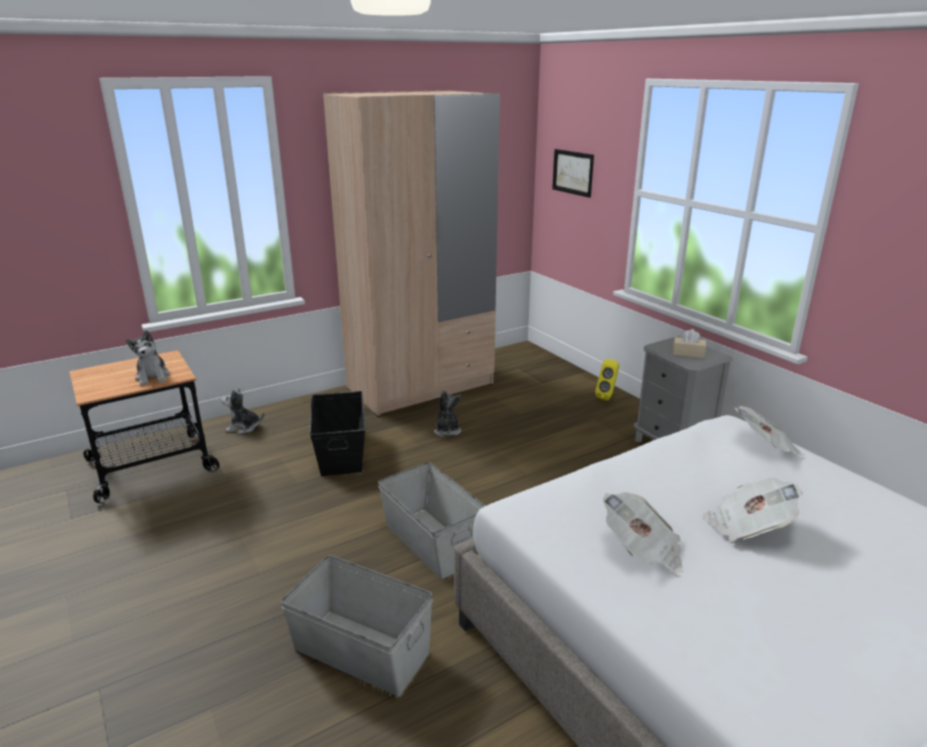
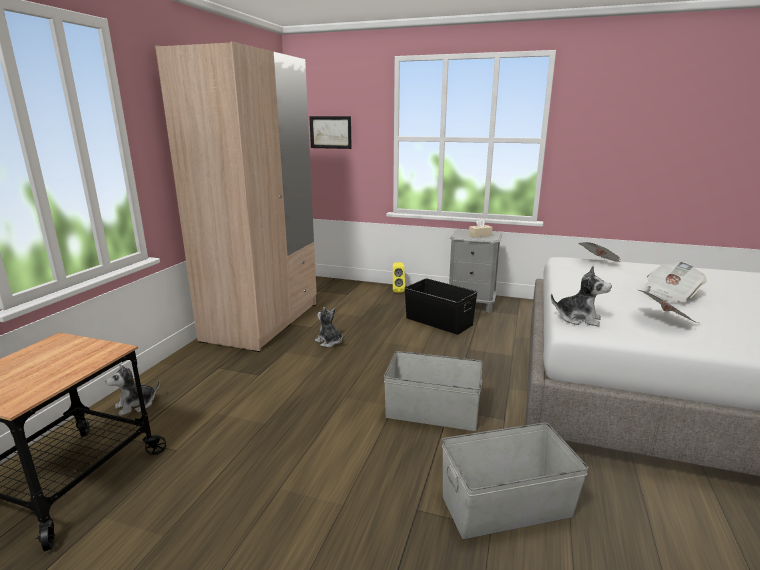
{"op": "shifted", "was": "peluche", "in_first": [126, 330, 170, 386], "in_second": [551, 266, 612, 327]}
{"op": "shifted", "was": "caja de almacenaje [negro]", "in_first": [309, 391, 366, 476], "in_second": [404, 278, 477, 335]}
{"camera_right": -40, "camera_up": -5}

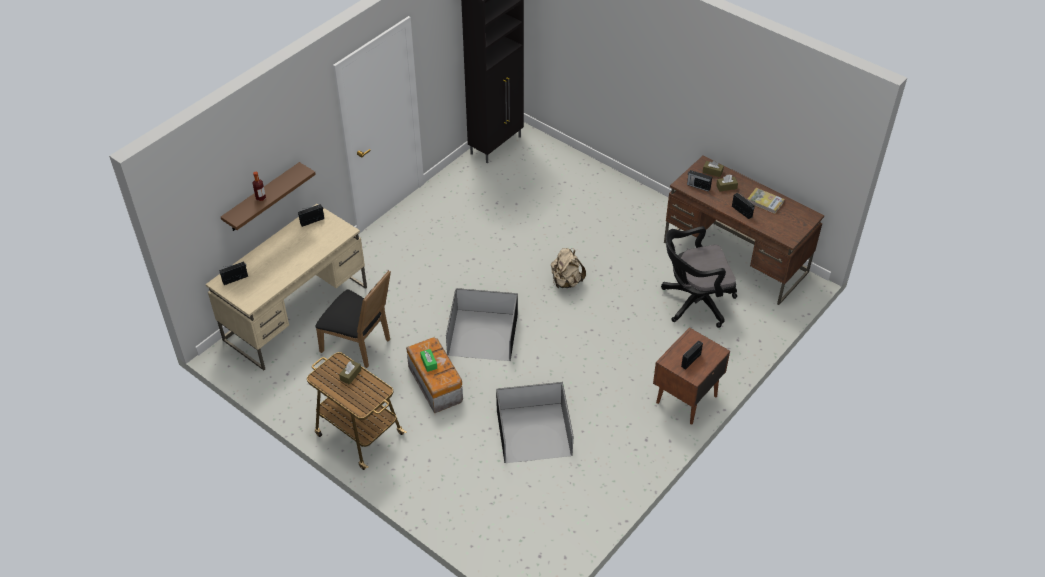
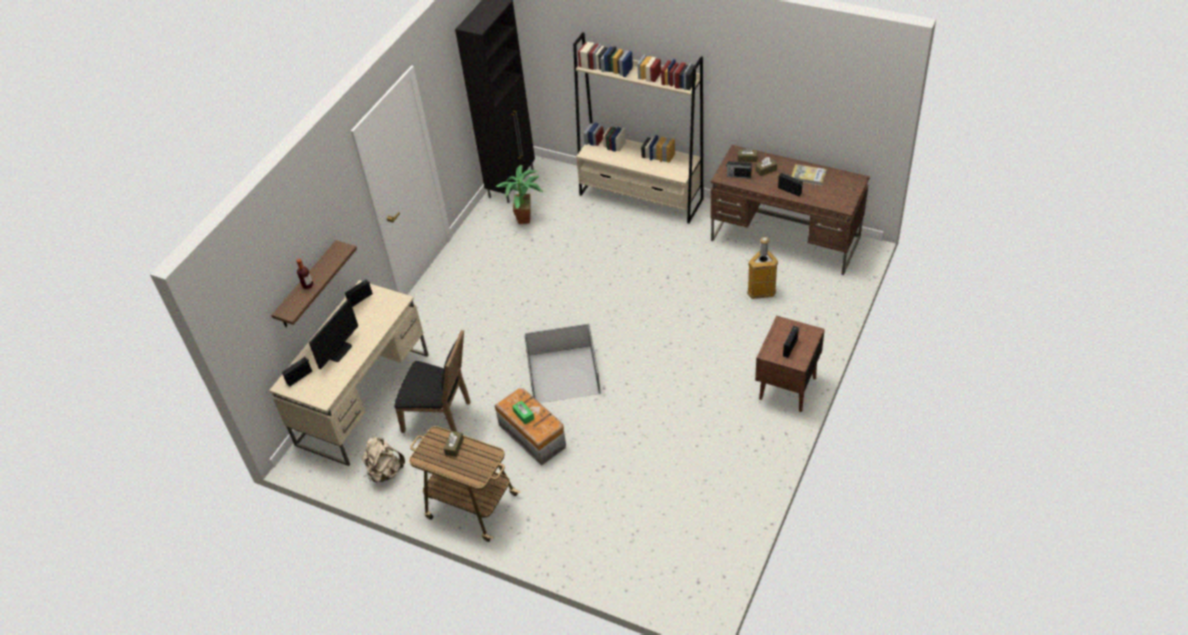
{"op": "swapped", "was": "silla de oficina [negro]", "now": "papelera", "in_first": [661, 226, 737, 328], "in_second": [747, 237, 778, 299]}
{"op": "shifted", "was": "mochila [beis]", "in_first": [551, 248, 586, 288], "in_second": [362, 437, 405, 483]}
{"op": "gone", "was": "caja de almacenaje [negro]", "in_first": [496, 382, 574, 463]}
{"op": "new", "now": "estantería [beis]", "in_second": [573, 32, 703, 224]}
{"op": "new", "now": "planta en maceta", "in_second": [496, 165, 543, 224]}
{"op": "new", "now": "monitor", "in_second": [309, 299, 358, 369]}
{"camera_right": -10, "camera_up": 0}

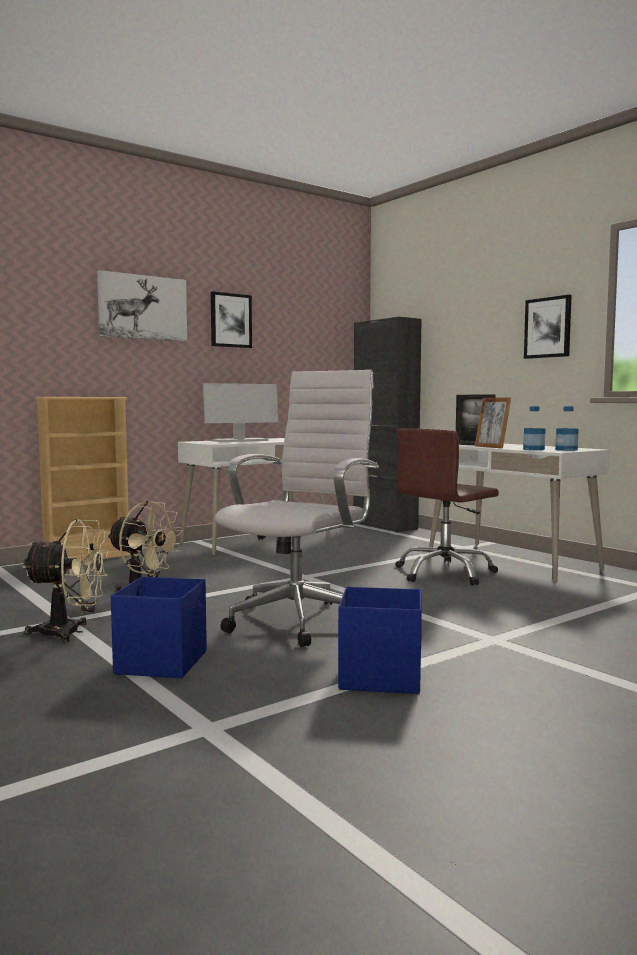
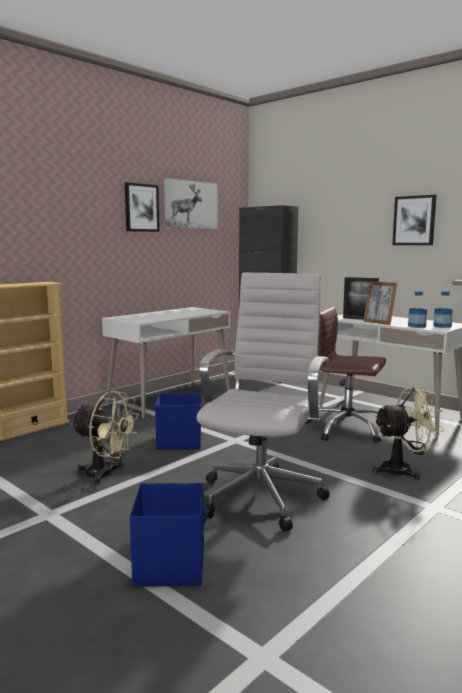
{"op": "shifted", "was": "cuadro", "in_first": [97, 270, 187, 341], "in_second": [164, 178, 218, 230]}
{"op": "gone", "was": "monitor", "in_first": [203, 383, 278, 442]}
{"op": "rotated", "was": "silla de oficina [marrón]", "in_first": [395, 428, 499, 586], "in_second": [305, 307, 386, 443], "clockwise": 75}
{"op": "shifted", "was": "ventilador [beis]", "in_first": [23, 519, 108, 643], "in_second": [372, 387, 444, 480]}
{"op": "shifted", "was": "caja de almacenaje [azul]", "in_first": [338, 587, 422, 694], "in_second": [155, 393, 201, 450]}
{"camera_right": -10, "camera_up": 5}

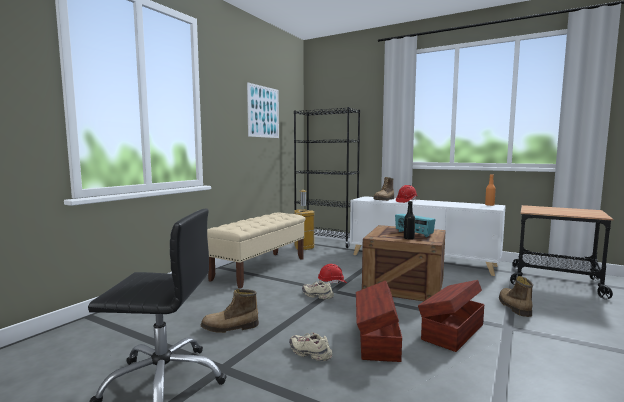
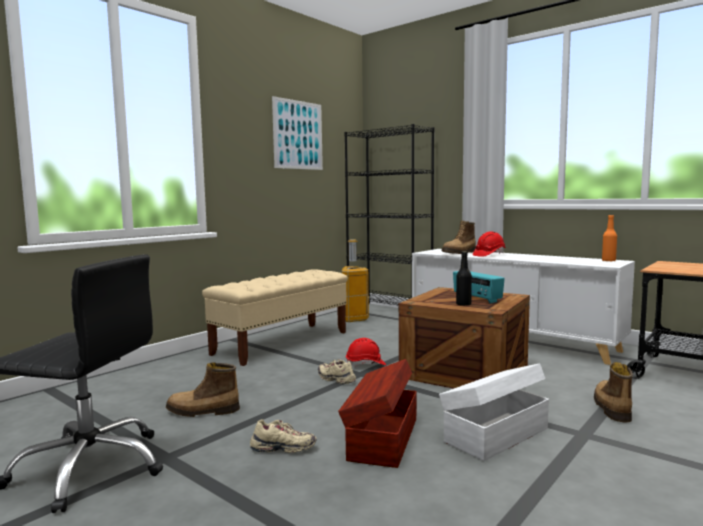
{"op": "repainted", "was": "caja de almacenaje [marrón]", "now": "caja de almacenaje [blanco]", "in_first": [418, 280, 484, 352], "in_second": [439, 363, 549, 461]}
{"op": "rotated", "was": "zapato [beis]", "in_first": [289, 332, 332, 361], "in_second": [250, 419, 317, 453], "clockwise": 135}
{"camera_right": 10, "camera_up": 0}

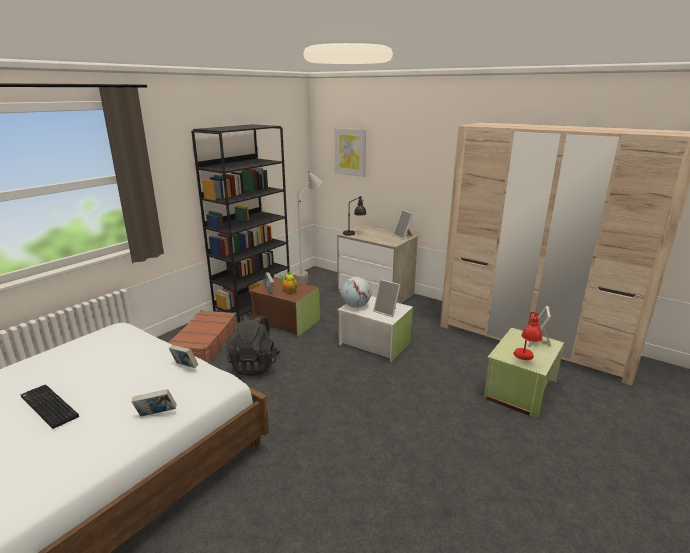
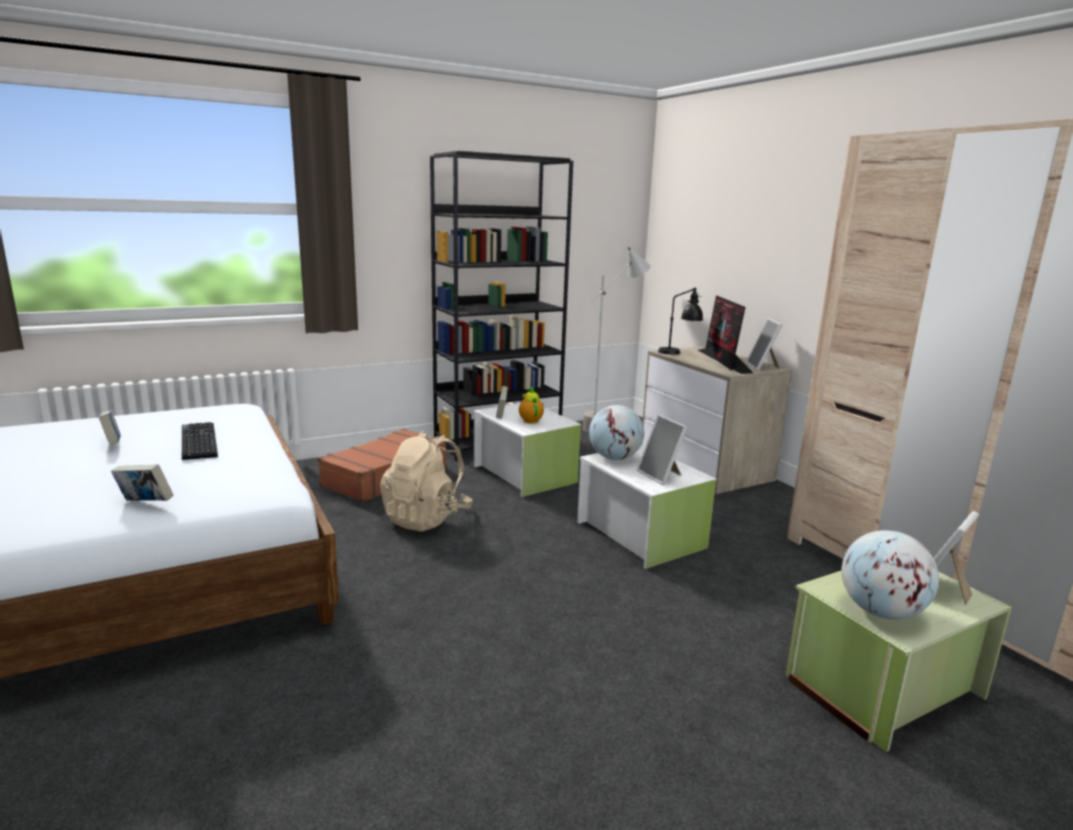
{"op": "gone", "was": "cuadro", "in_first": [335, 128, 366, 177]}
{"op": "repainted", "was": "caja de almacenaje [marrón]", "now": "caja de almacenaje [blanco]", "in_first": [250, 277, 320, 337], "in_second": [473, 403, 581, 497]}
{"op": "swapped", "was": "lámpara de mesa [rojo]", "now": "globo terráqueo", "in_first": [514, 312, 542, 360], "in_second": [842, 530, 939, 619]}
{"op": "repainted", "was": "mochila [negro]", "now": "mochila [beis]", "in_first": [227, 315, 280, 376], "in_second": [380, 431, 472, 532]}
{"op": "shifted", "was": "libro", "in_first": [169, 345, 198, 368], "in_second": [99, 410, 121, 445]}
{"op": "shifted", "was": "teclado", "in_first": [21, 385, 79, 429], "in_second": [182, 422, 218, 460]}
{"op": "new", "now": "monitor", "in_second": [698, 295, 754, 374]}
{"camera_right": 25, "camera_up": -5}

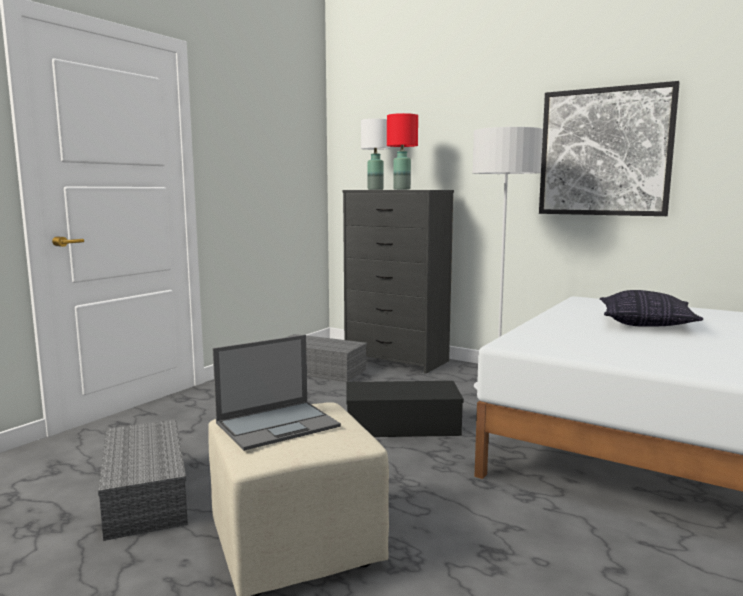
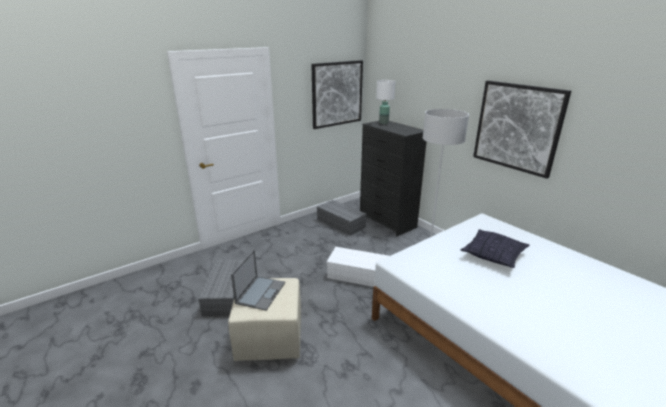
{"op": "gone", "was": "lámpara de mesa [rojo]", "in_first": [387, 113, 418, 190]}
{"op": "rotated", "was": "portátil", "in_first": [213, 335, 341, 451], "in_second": [231, 250, 285, 311], "clockwise": -60}
{"op": "repainted", "was": "caja de almacenaje [negro]", "now": "caja de almacenaje [blanco]", "in_first": [346, 381, 464, 437], "in_second": [327, 247, 389, 287]}
{"op": "new", "now": "cuadro", "in_second": [311, 60, 363, 129]}
{"camera_right": 20, "camera_up": 15}

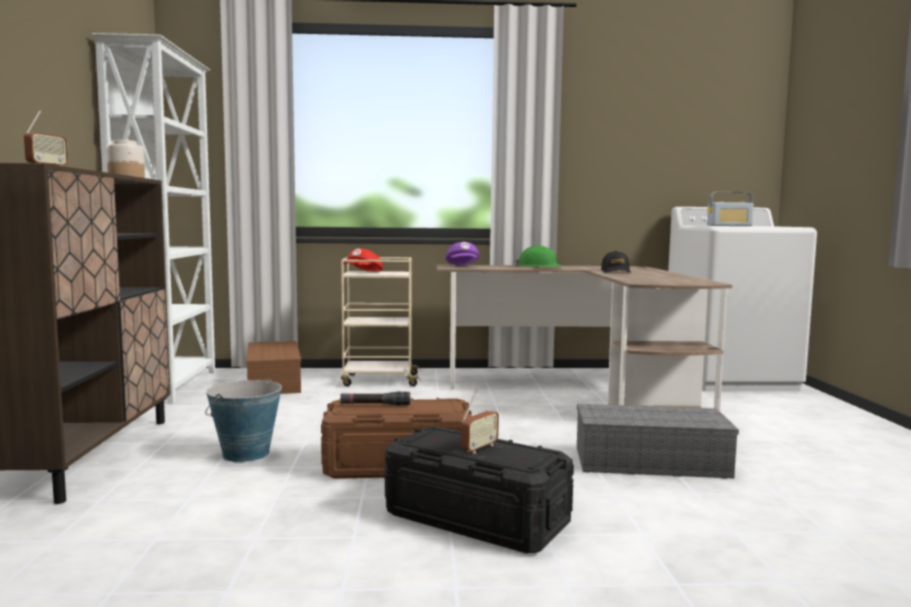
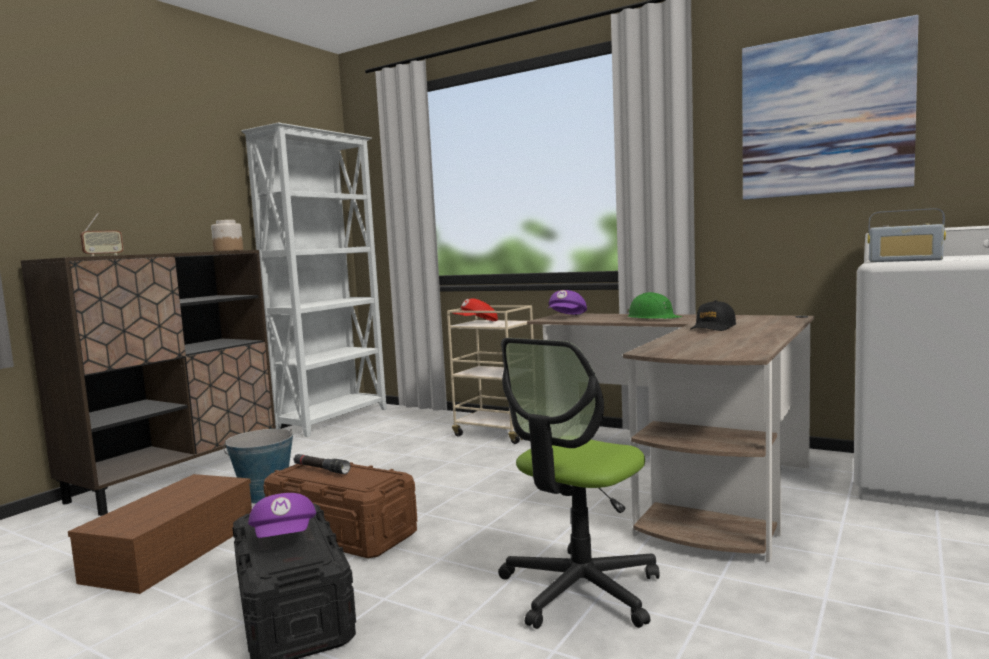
{"op": "shifted", "was": "caja de almacenaje [marrón]", "in_first": [246, 341, 301, 394], "in_second": [68, 474, 252, 594]}
{"op": "swapped", "was": "radio", "now": "gorra [morado]", "in_first": [461, 389, 499, 454], "in_second": [248, 493, 316, 538]}
{"op": "swapped", "was": "caja de almacenaje [gris]", "now": "silla de oficina", "in_first": [577, 404, 739, 478], "in_second": [498, 338, 660, 629]}
{"op": "new", "now": "cuadro", "in_second": [742, 15, 919, 200]}
{"camera_right": 35, "camera_up": 0}

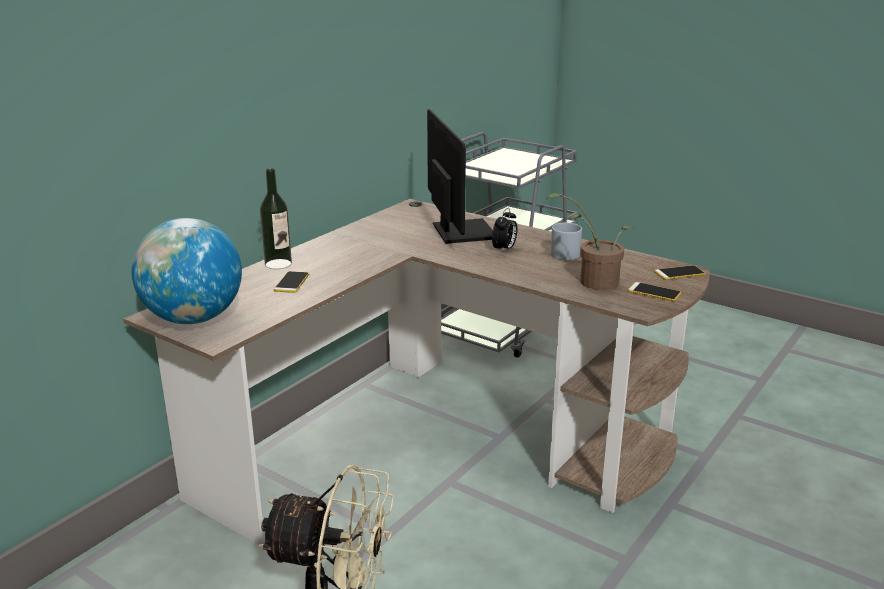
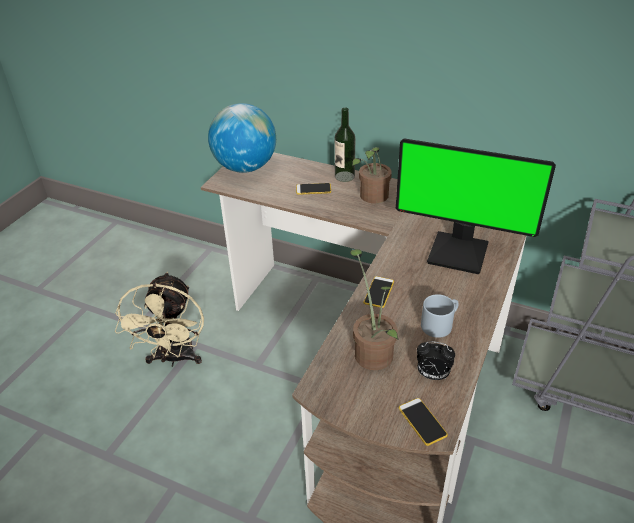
{"op": "rotated", "was": "monitor", "in_first": [427, 109, 493, 244], "in_second": [396, 138, 556, 274], "clockwise": 45}
{"op": "shifted", "was": "despertador", "in_first": [492, 208, 517, 252], "in_second": [417, 341, 455, 380]}
{"op": "shifted", "was": "móvil", "in_first": [628, 282, 681, 301], "in_second": [363, 276, 394, 308]}
{"op": "new", "now": "planta en maceta", "in_second": [352, 147, 392, 204]}
{"camera_right": 80, "camera_up": 15}

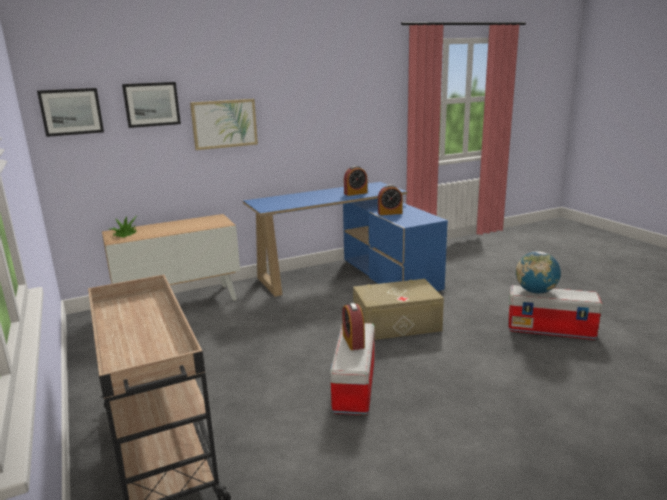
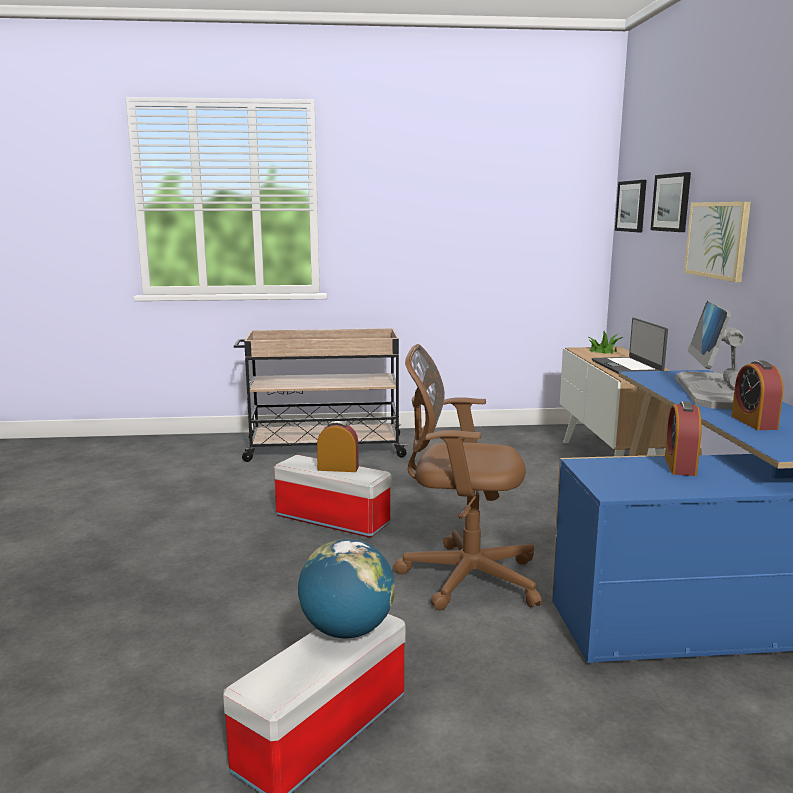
{"op": "swapped", "was": "caja de almacenaje [beis]", "now": "silla de oficina [marrón]", "in_first": [353, 279, 444, 340], "in_second": [394, 344, 542, 610]}
{"op": "new", "now": "monitor", "in_second": [675, 301, 744, 409]}
{"op": "new", "now": "portátil", "in_second": [592, 318, 668, 374]}
{"camera_right": 110, "camera_up": -5}

